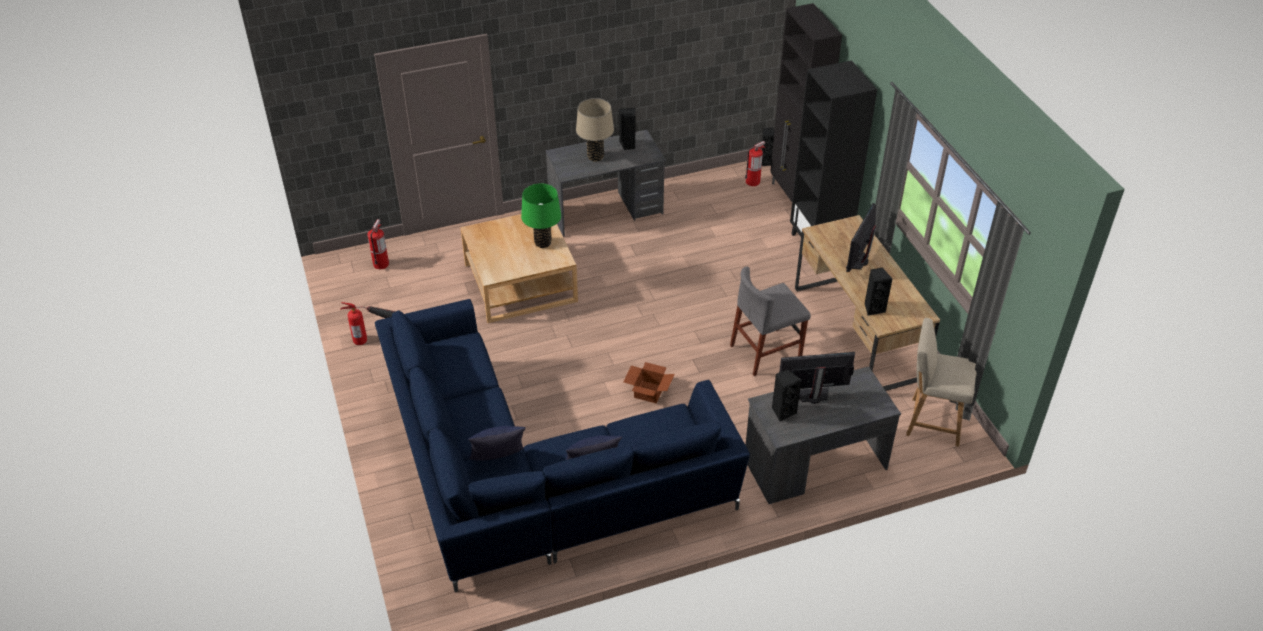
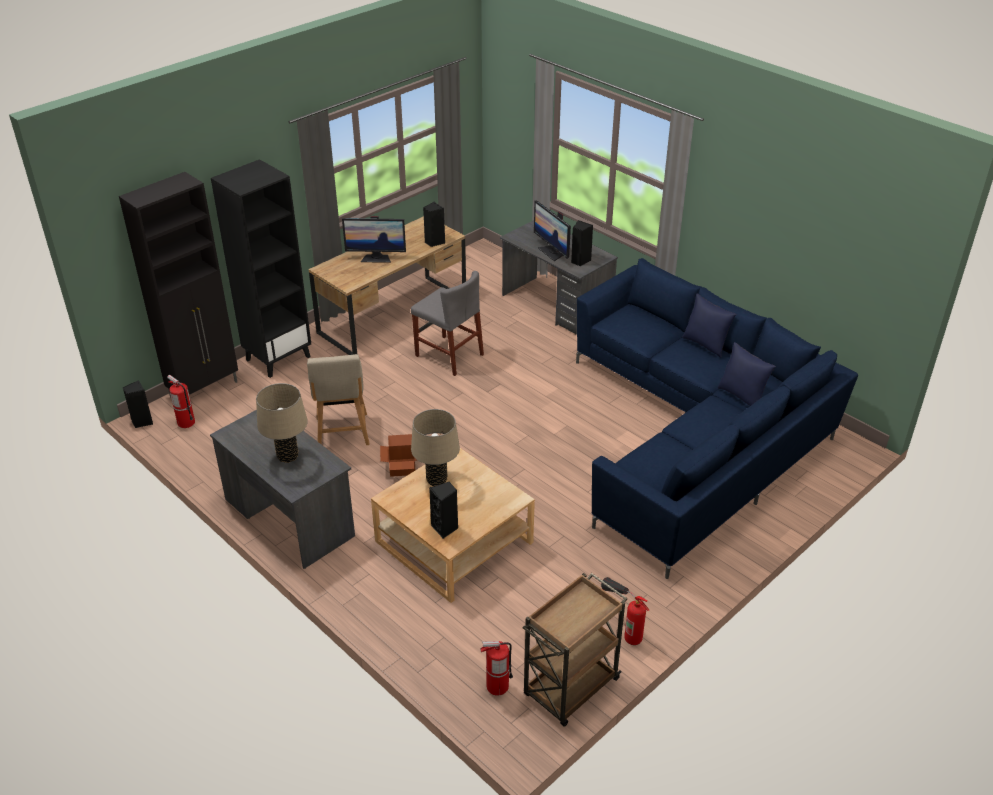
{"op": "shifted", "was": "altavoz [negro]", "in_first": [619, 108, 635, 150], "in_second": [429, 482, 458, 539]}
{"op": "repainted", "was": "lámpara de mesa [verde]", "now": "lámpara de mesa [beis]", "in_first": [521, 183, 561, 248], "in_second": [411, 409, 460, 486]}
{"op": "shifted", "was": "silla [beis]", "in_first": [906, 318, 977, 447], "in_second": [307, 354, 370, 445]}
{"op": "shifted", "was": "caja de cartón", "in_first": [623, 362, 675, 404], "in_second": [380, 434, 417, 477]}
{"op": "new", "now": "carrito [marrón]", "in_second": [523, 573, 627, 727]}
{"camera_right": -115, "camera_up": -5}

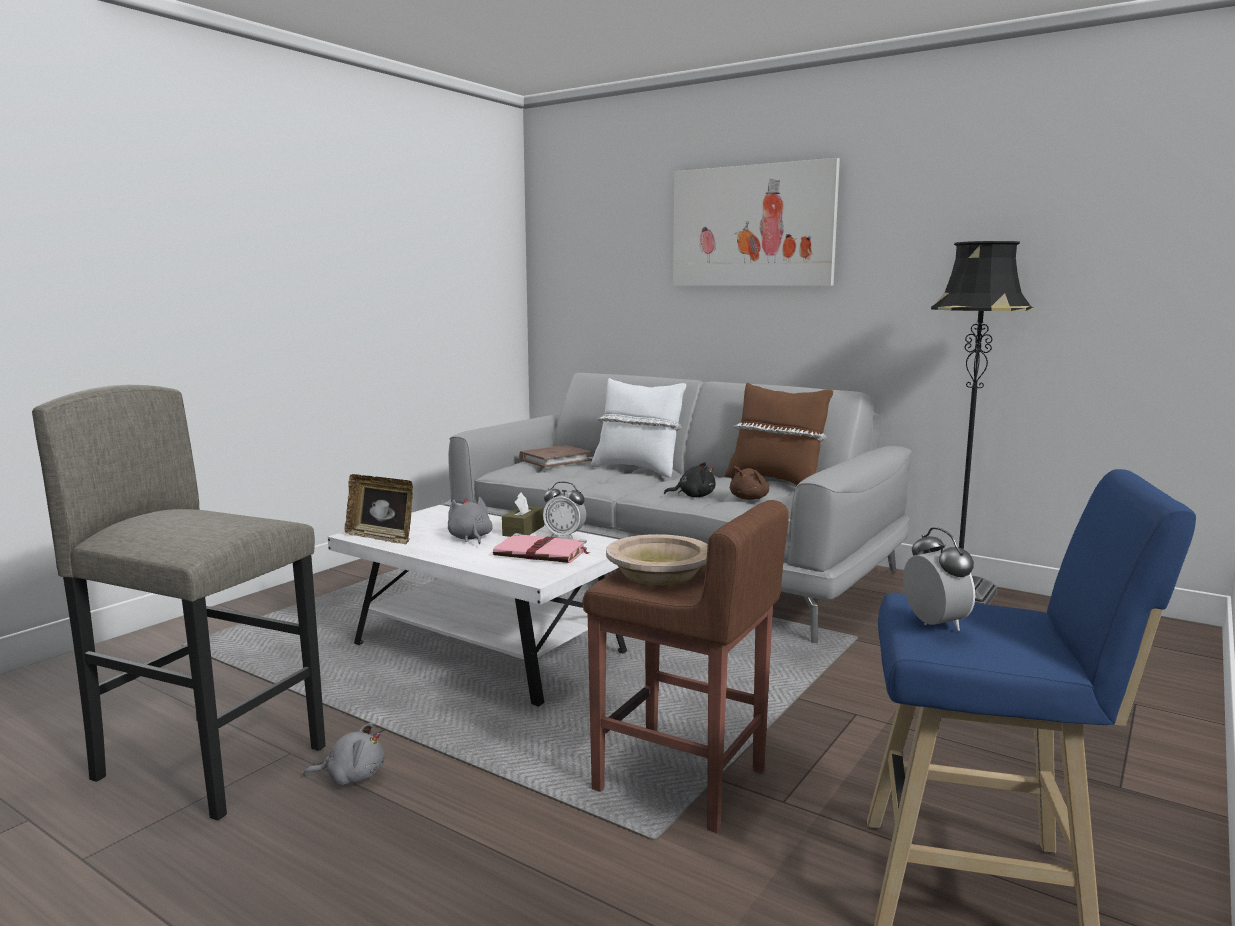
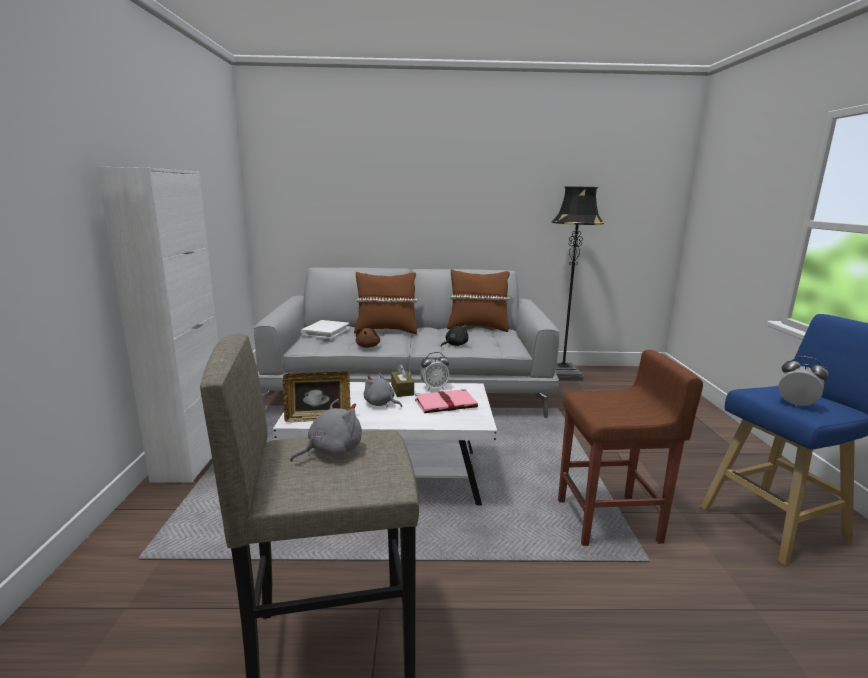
{"op": "gone", "was": "cuadro", "in_first": [673, 158, 840, 286]}
{"op": "repainted", "was": "cojín [blanco]", "now": "cojín [marrón]", "in_first": [591, 378, 686, 478], "in_second": [354, 272, 417, 334]}
{"op": "repainted", "was": "libro [marrón]", "now": "libro [blanco]", "in_first": [519, 445, 592, 468], "in_second": [301, 320, 350, 339]}
{"op": "shifted", "was": "peluche [marrón]", "in_first": [730, 466, 769, 500], "in_second": [356, 328, 380, 348]}
{"op": "gone", "was": "cuenco [beis]", "in_first": [606, 534, 708, 585]}
{"op": "shifted", "was": "peluche [gris]", "in_first": [304, 722, 384, 785], "in_second": [290, 399, 362, 462]}
{"op": "new", "now": "armario [blanco]", "in_second": [97, 167, 218, 483]}
{"camera_right": -35, "camera_up": 5}

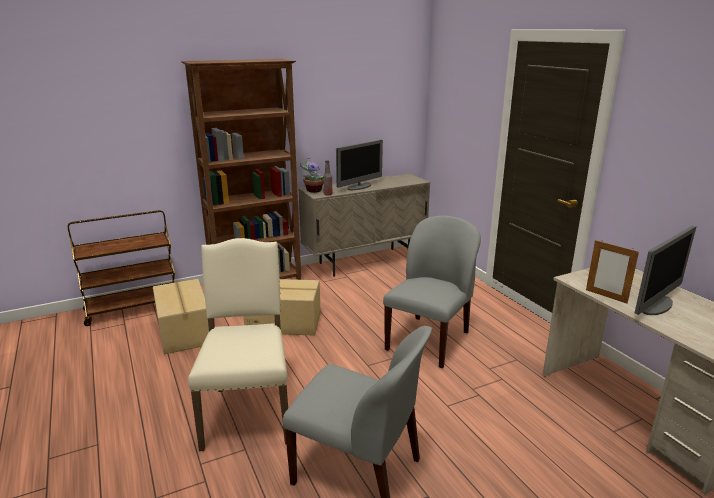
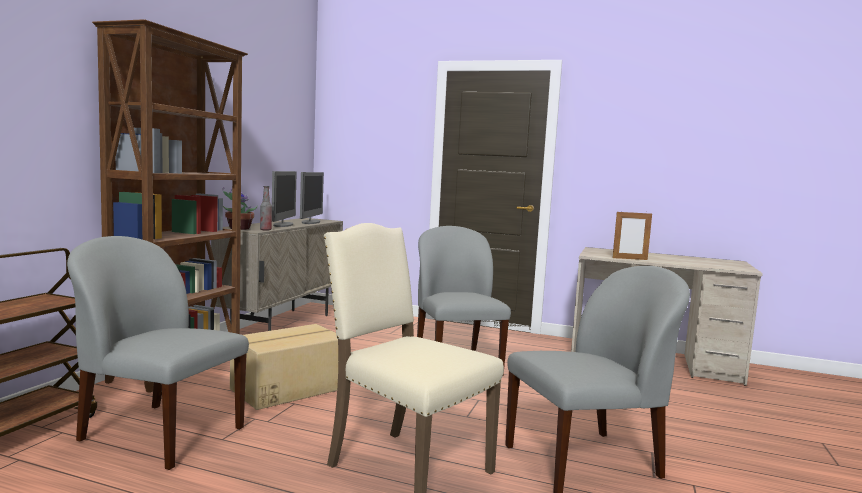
{"op": "shifted", "was": "monitor", "in_first": [634, 226, 696, 315], "in_second": [300, 172, 324, 224]}
{"op": "swapped", "was": "caja de cartón", "now": "silla [gris]", "in_first": [153, 279, 209, 354], "in_second": [67, 236, 249, 470]}
{"camera_right": -45, "camera_up": -15}

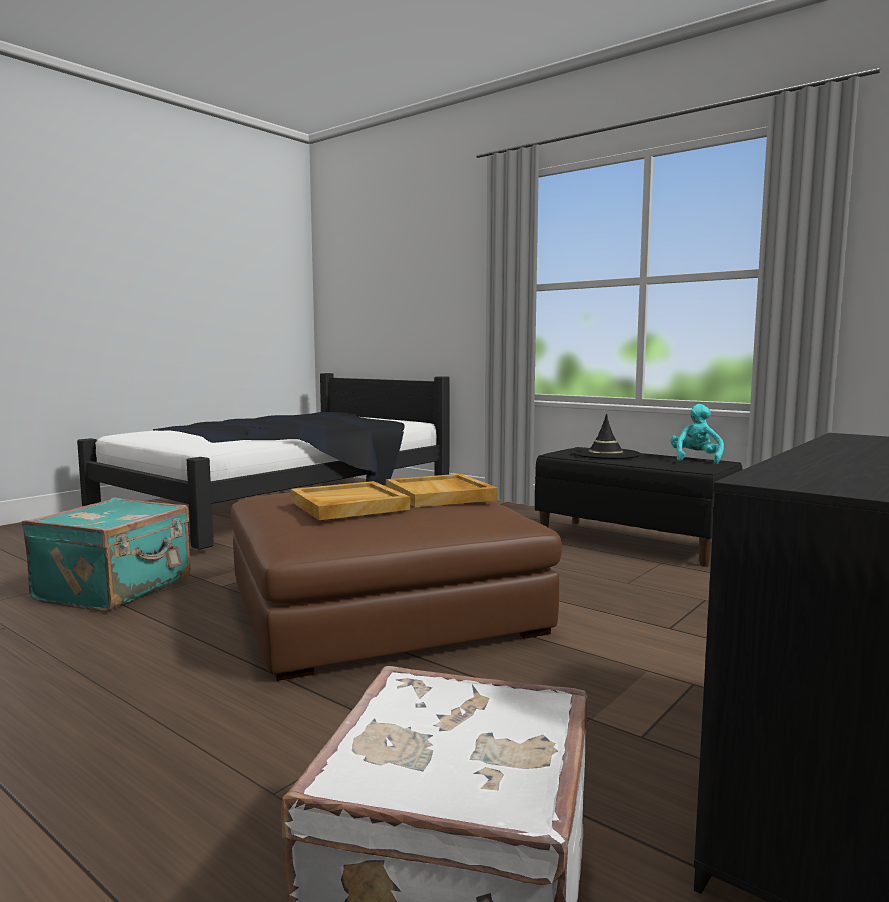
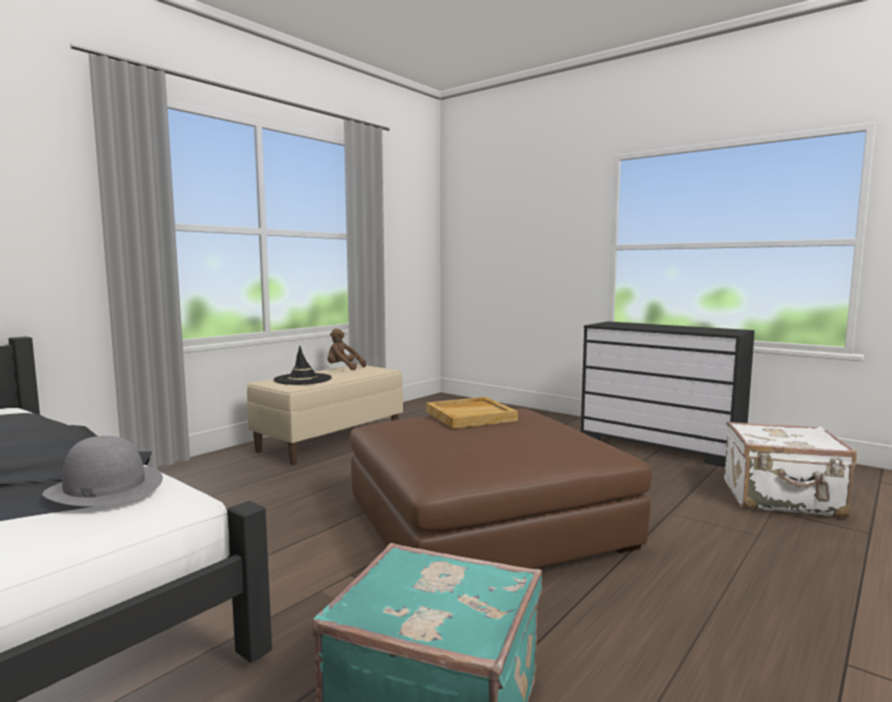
{"op": "repainted", "was": "peluche [turquesa]", "now": "peluche [marrón]", "in_first": [671, 404, 724, 464], "in_second": [328, 329, 366, 370]}
{"op": "repainted", "was": "banco [negro]", "now": "banco [beis]", "in_first": [535, 447, 743, 567], "in_second": [247, 364, 403, 465]}
{"op": "gone", "was": "bandeja [beis]", "in_first": [290, 481, 410, 520]}
{"op": "new", "now": "sombrero [gris]", "in_second": [42, 436, 163, 507]}
{"camera_right": -90, "camera_up": 0}

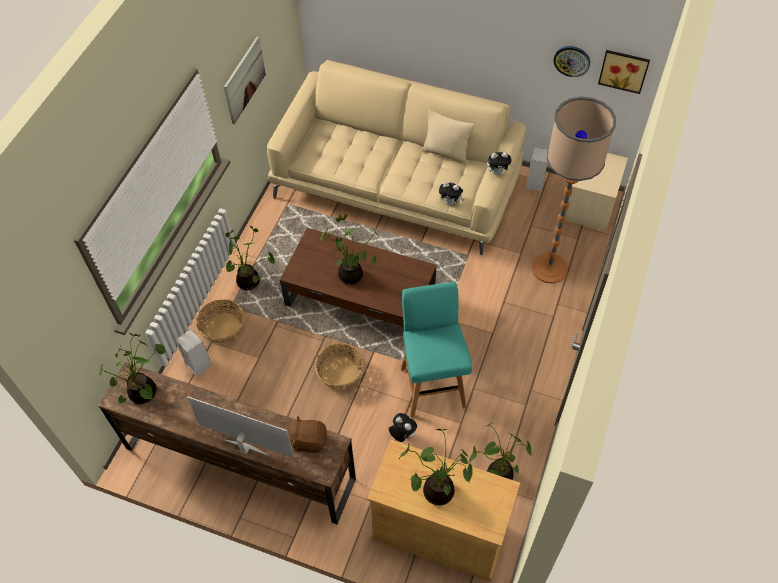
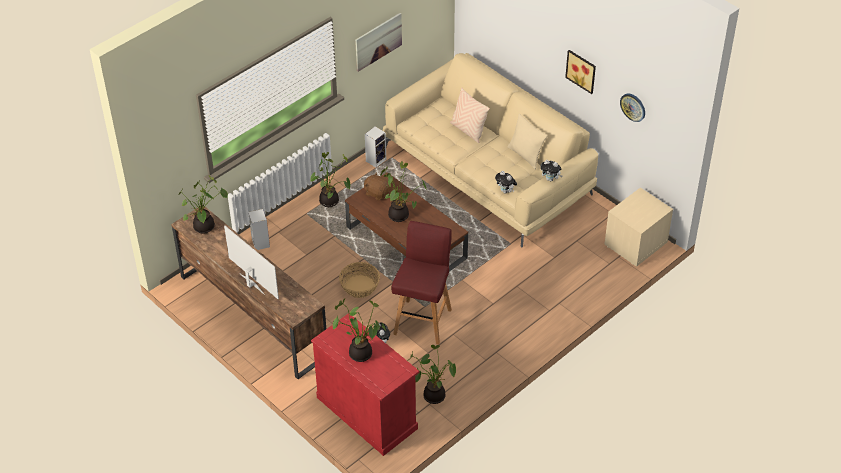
{"op": "shifted", "was": "cuadro", "in_first": [598, 50, 650, 94], "in_second": [565, 50, 596, 94]}
{"op": "gone", "was": "lámpara de pie", "in_first": [532, 96, 616, 284]}
{"op": "shifted", "was": "altavoz", "in_first": [526, 147, 548, 191], "in_second": [365, 126, 386, 168]}
{"op": "repainted", "was": "taburete [turquesa]", "now": "taburete [rojo]", "in_first": [401, 282, 472, 417], "in_second": [392, 221, 452, 345]}
{"op": "gone", "was": "cesta", "in_first": [196, 299, 244, 343]}
{"op": "shifted", "was": "peluche [marrón]", "in_first": [287, 415, 328, 453], "in_second": [364, 172, 391, 201]}
{"op": "repainted", "was": "armario [beis]", "now": "armario [rojo]", "in_first": [367, 440, 520, 582], "in_second": [311, 313, 420, 456]}
{"op": "new", "now": "cojín [beis]", "in_second": [450, 88, 490, 143]}
{"camera_right": 25, "camera_up": -10}

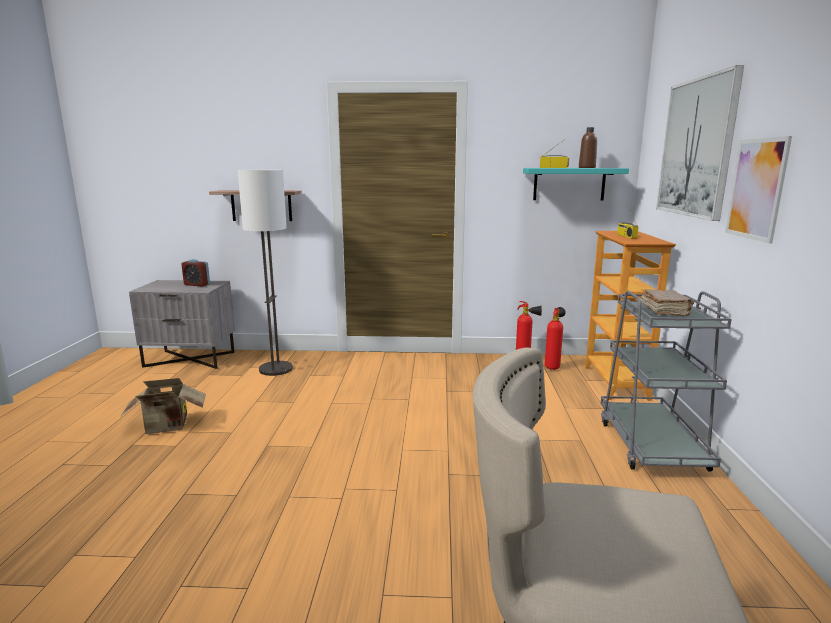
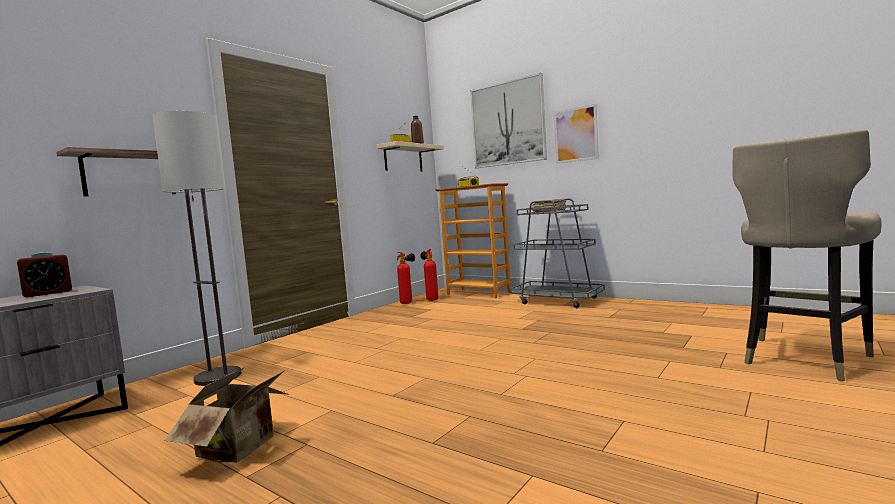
{"op": "repainted", "was": "estante [turquesa]", "now": "estante [beis]", "in_first": [523, 168, 629, 200], "in_second": [377, 141, 444, 171]}
{"camera_right": -55, "camera_up": -10}

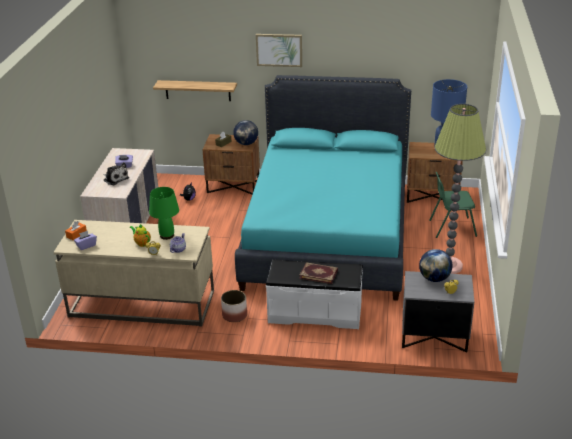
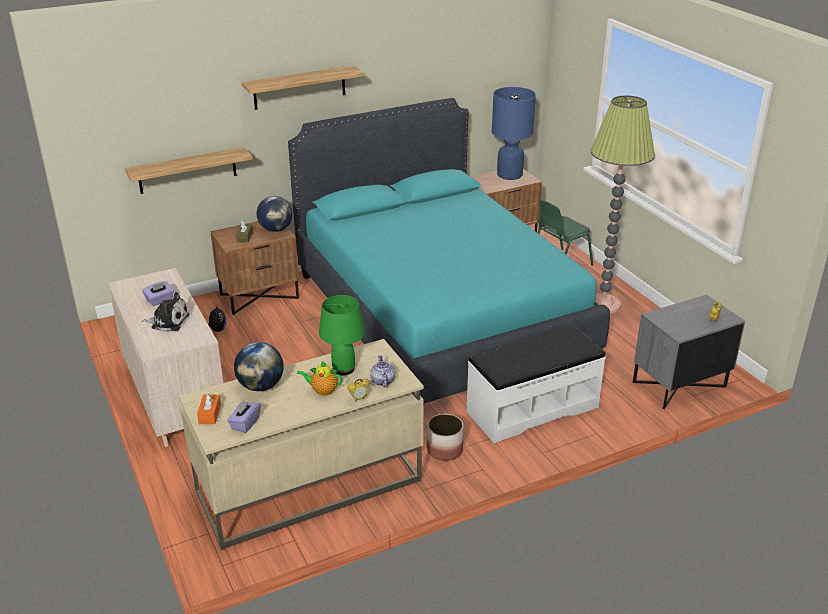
{"op": "swapped", "was": "cuadro", "now": "estante", "in_first": [256, 34, 302, 67], "in_second": [242, 65, 365, 110]}
{"op": "shifted", "was": "globo terráqueo", "in_first": [419, 249, 452, 282], "in_second": [234, 342, 284, 391]}
{"op": "gone", "was": "libro", "in_first": [299, 262, 338, 284]}
{"camera_right": -35, "camera_up": 0}

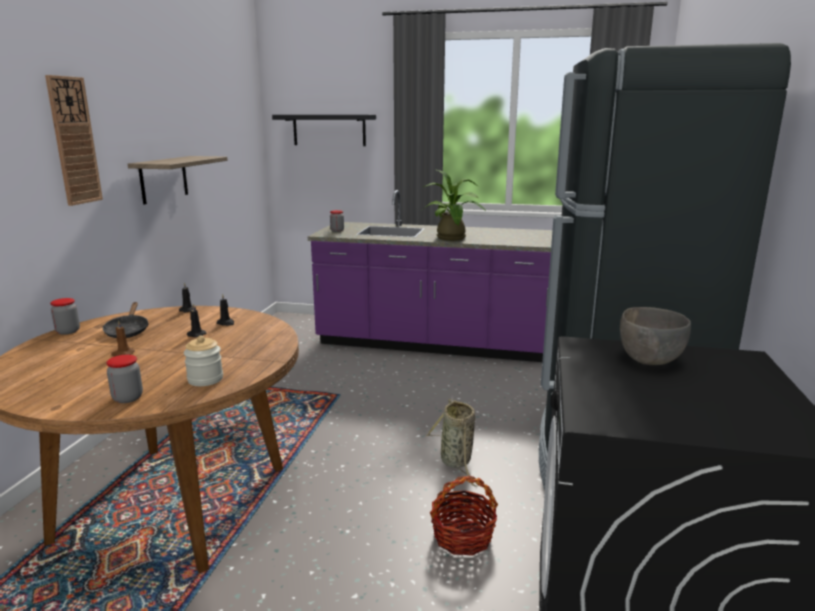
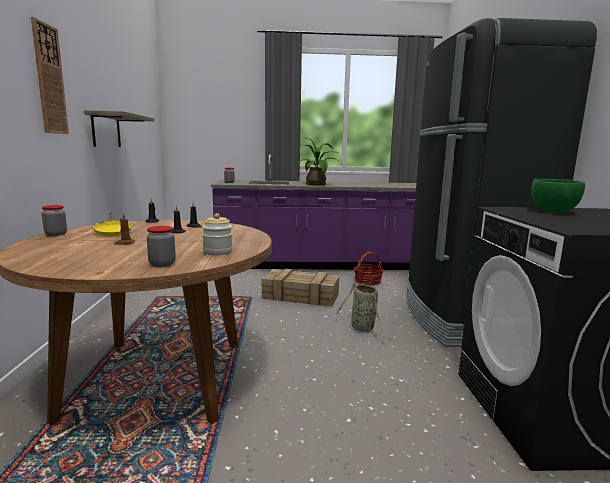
{"op": "gone", "was": "estante [negro]", "in_first": [272, 115, 376, 146]}
{"op": "repainted", "was": "sartén [negro]", "now": "sartén [amarillo]", "in_first": [102, 302, 149, 338], "in_second": [92, 213, 133, 236]}
{"op": "repainted", "was": "cuenco [gris]", "now": "cuenco [verde]", "in_first": [620, 307, 691, 365], "in_second": [531, 179, 585, 213]}
{"op": "shifted", "was": "cesta", "in_first": [430, 476, 498, 556], "in_second": [354, 252, 384, 286]}
{"op": "new", "now": "caja de embalaje", "in_second": [262, 269, 339, 307]}
{"camera_right": -15, "camera_up": -5}

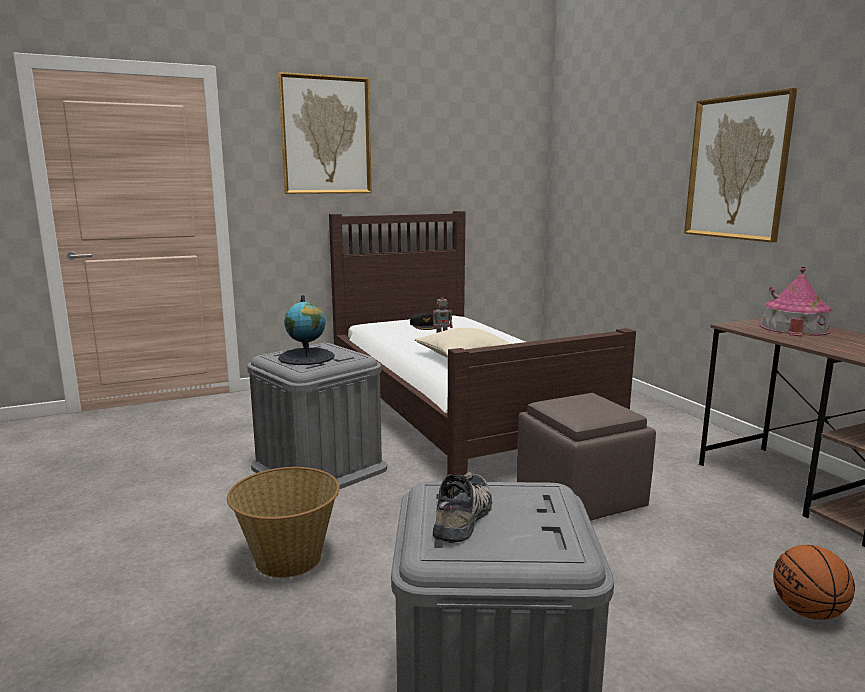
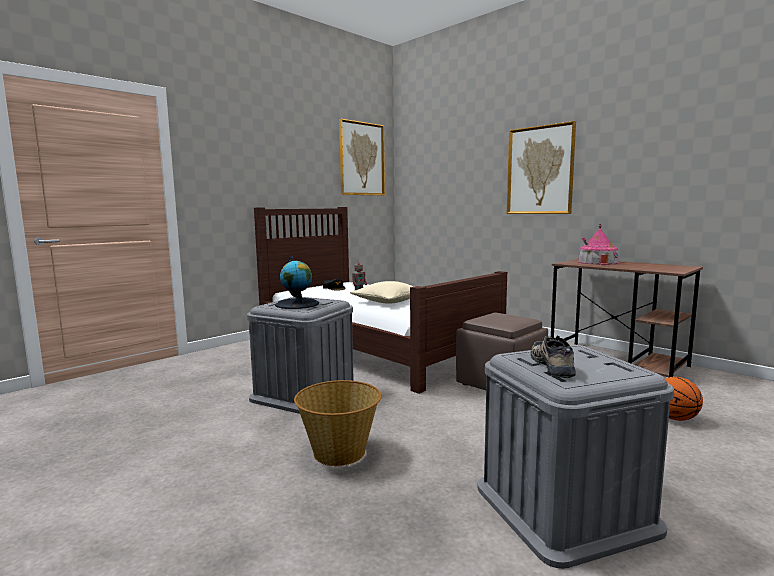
{"op": "shifted", "was": "cuadro", "in_first": [278, 72, 372, 194], "in_second": [339, 119, 385, 195]}
{"camera_right": -20, "camera_up": -5}

